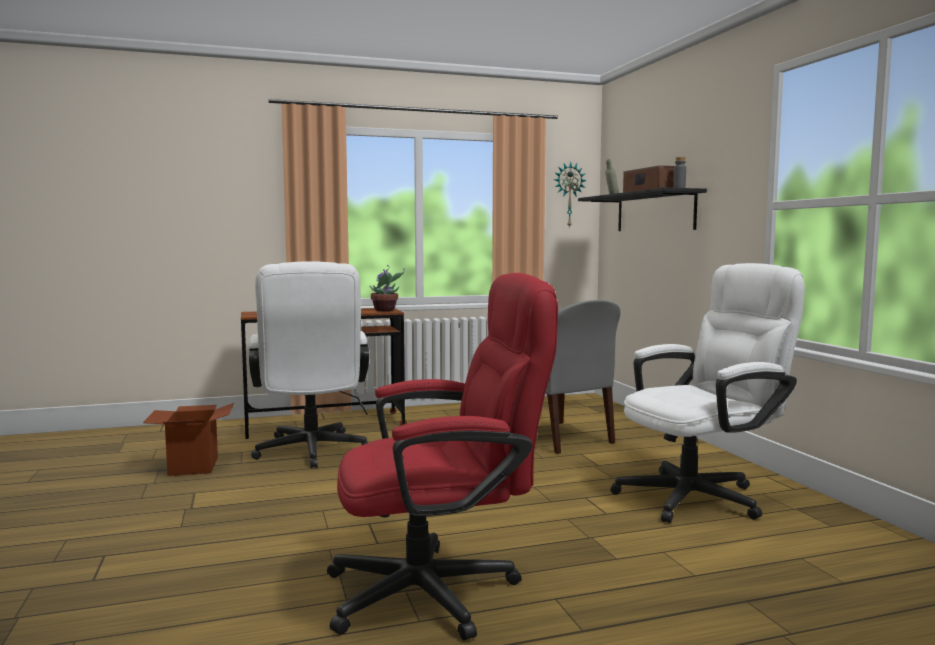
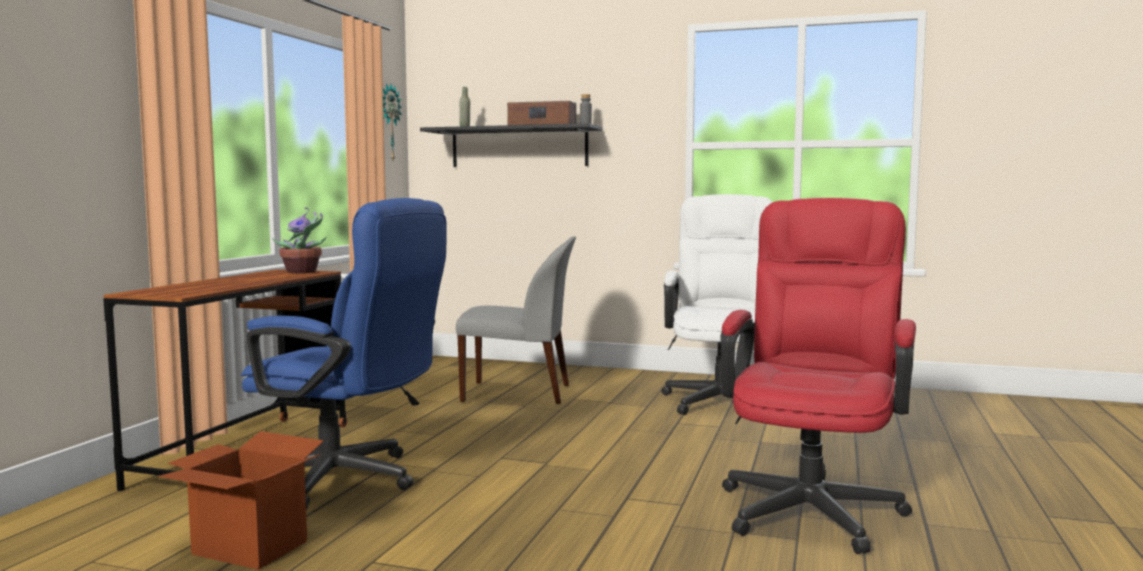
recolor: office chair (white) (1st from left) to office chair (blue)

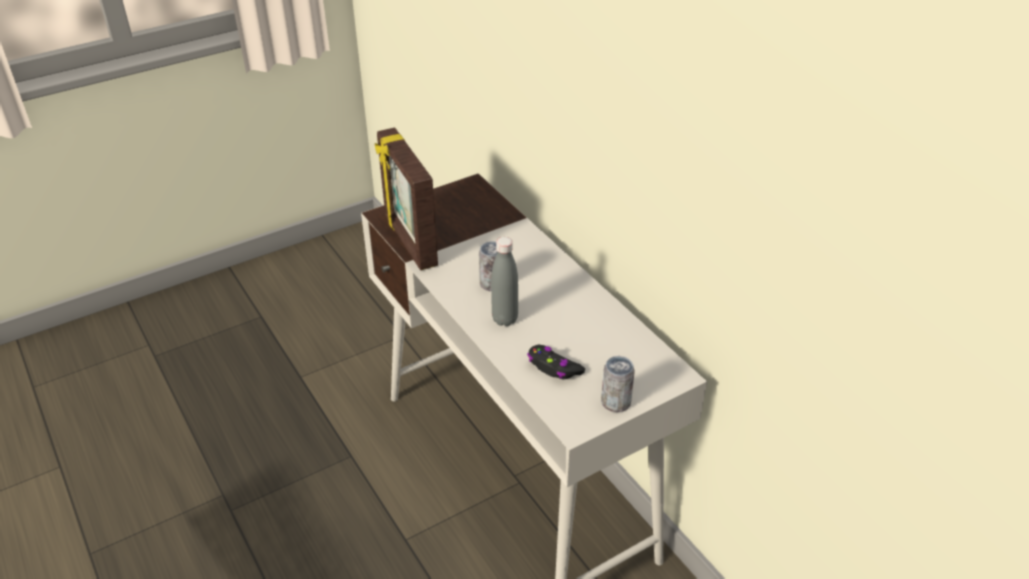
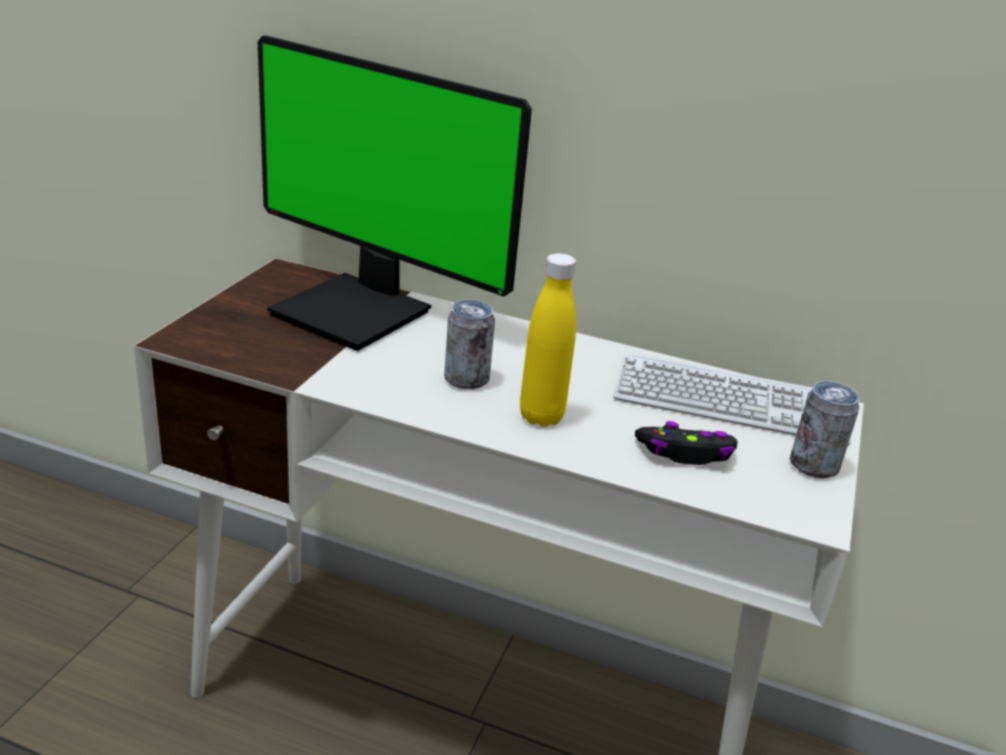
delete: picture frame
insert: monitor; keyboard
recolor: bottle (grey) to bottle (yellow)

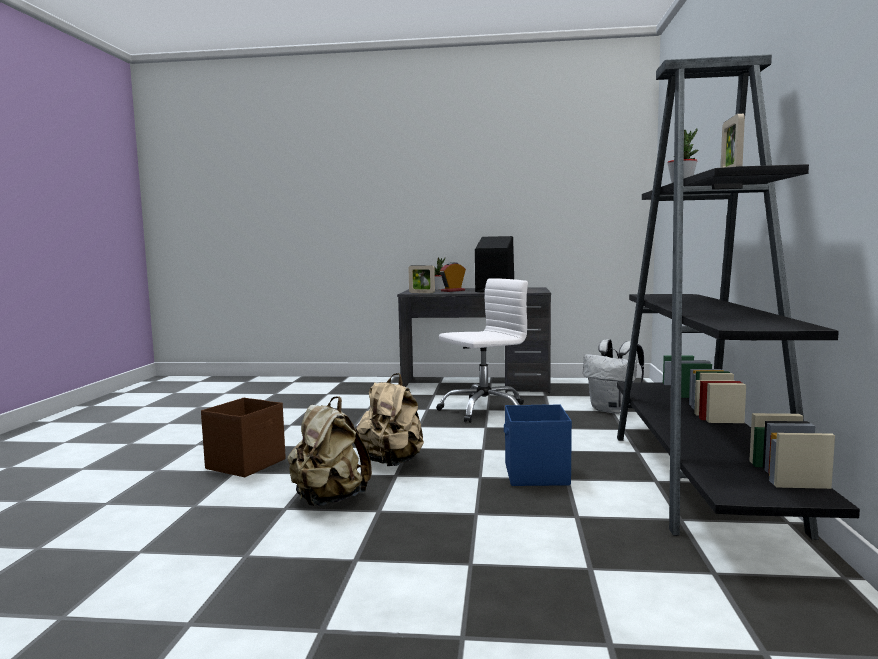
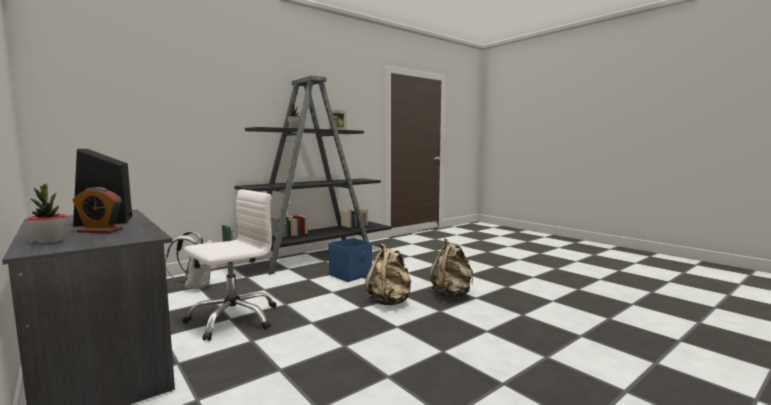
delete: storage box (brown); picture frame (1st from left)
rotate: office chair (white) 120 degrees clockwise

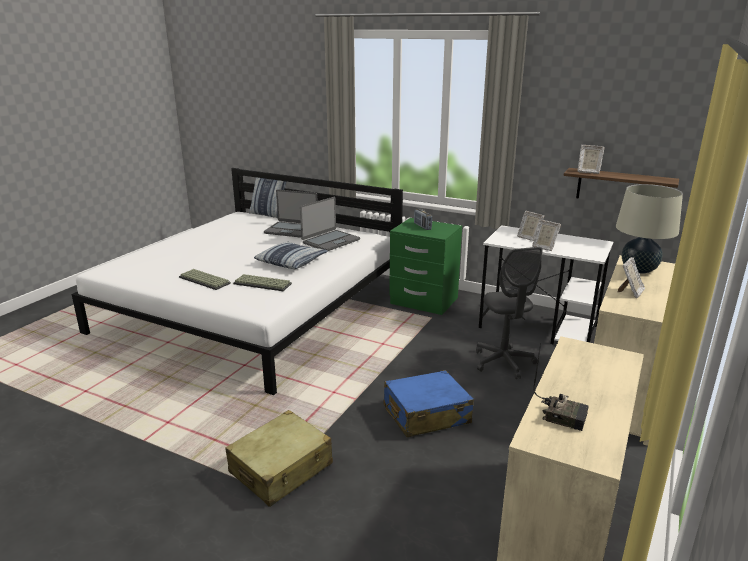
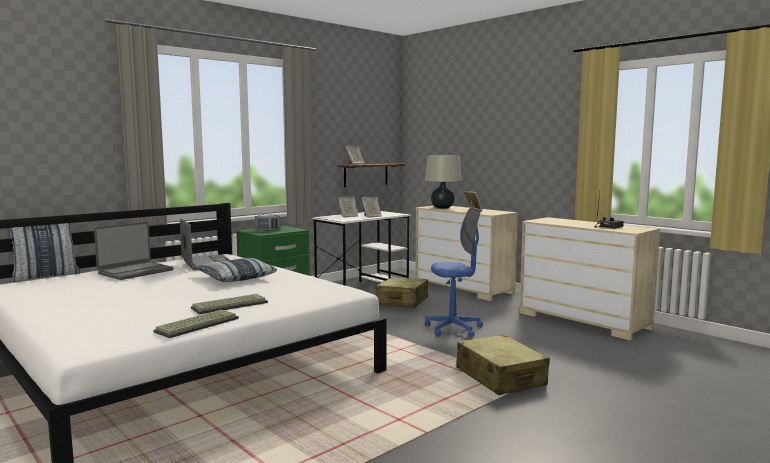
move: keyboard (2nd from left in the first image) to keyboard (1st from left)
replace: suitcase (blue) to office chair (blue); office chair (grey) to suitcase (beige) (1st from left)

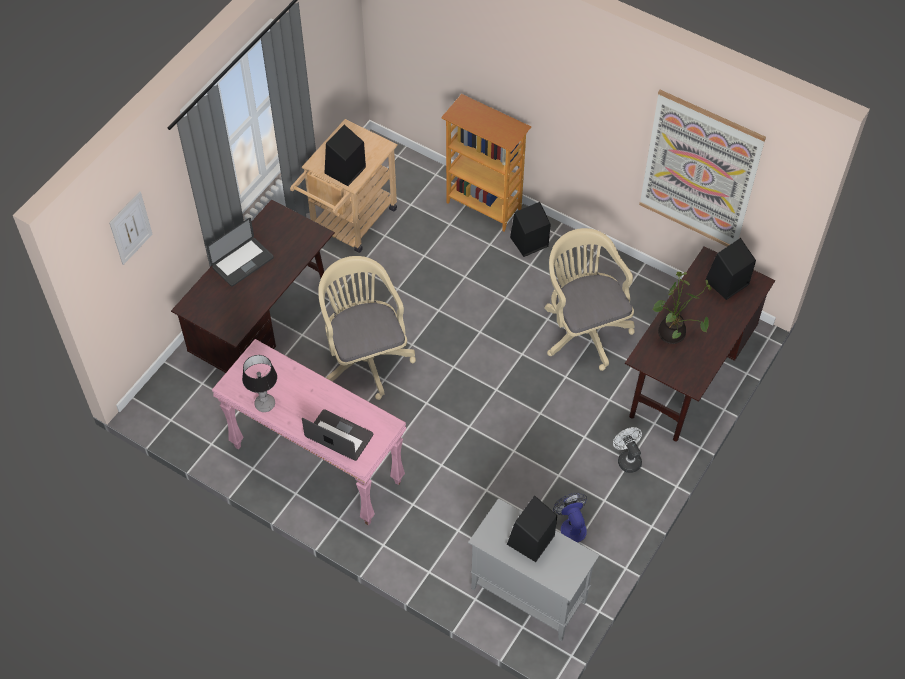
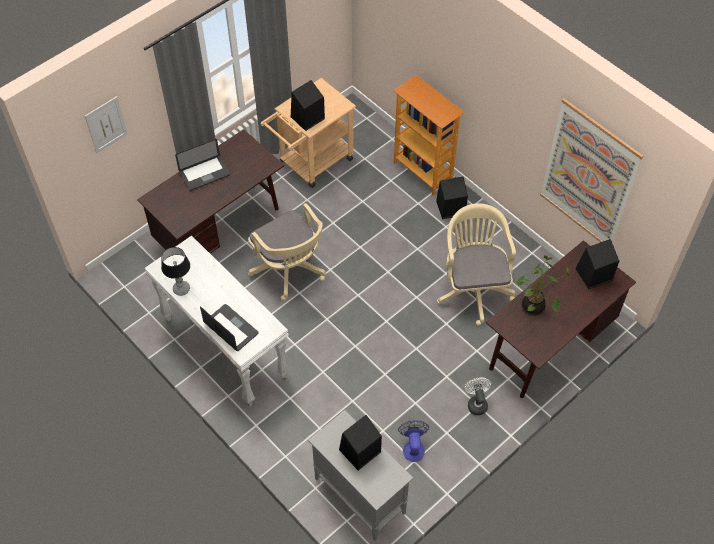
recolor: console table (pink) to console table (white)
rotate: office chair (beige) (1st from left) 150 degrees clockwise

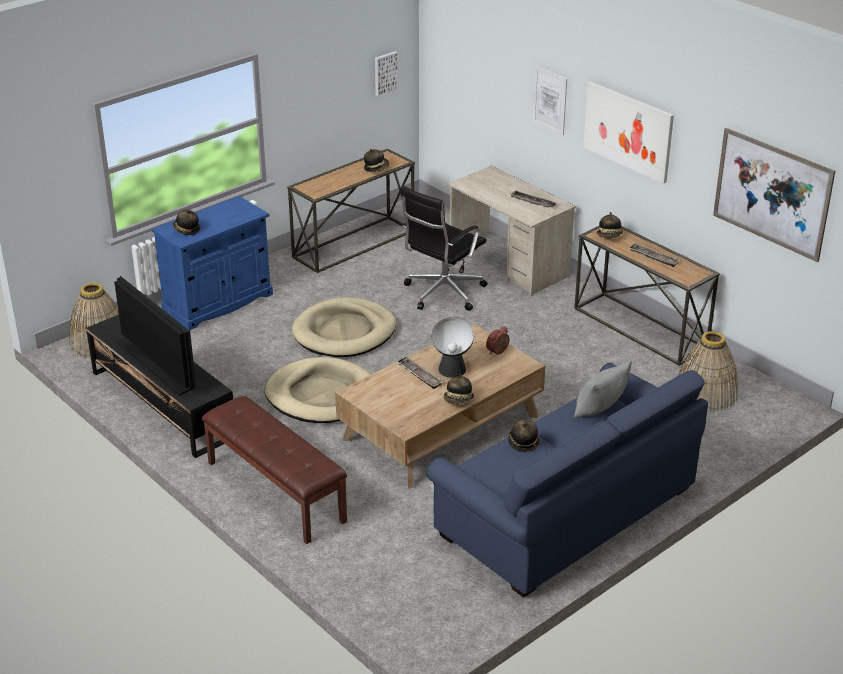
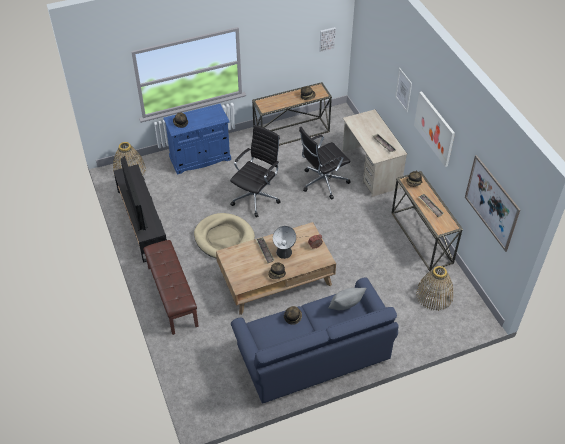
replace: dog bed (beige) (2nd from left) to office chair (black) (1st from left)

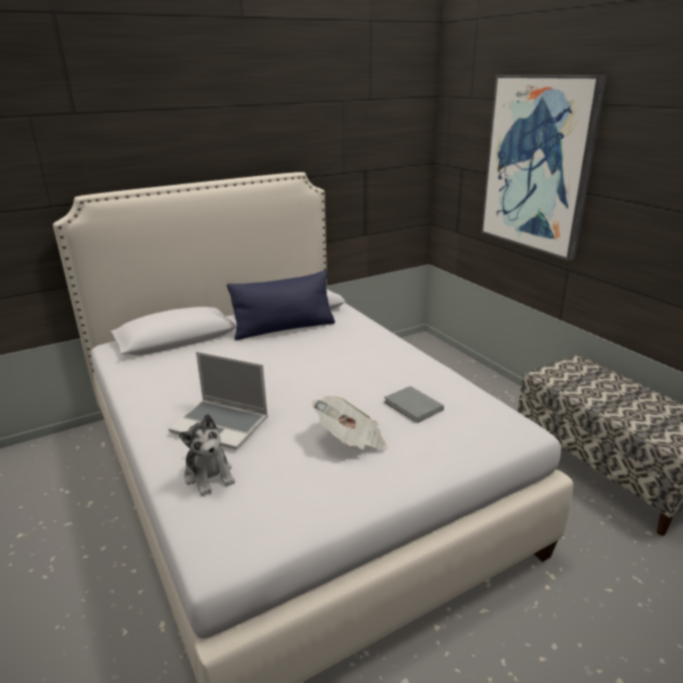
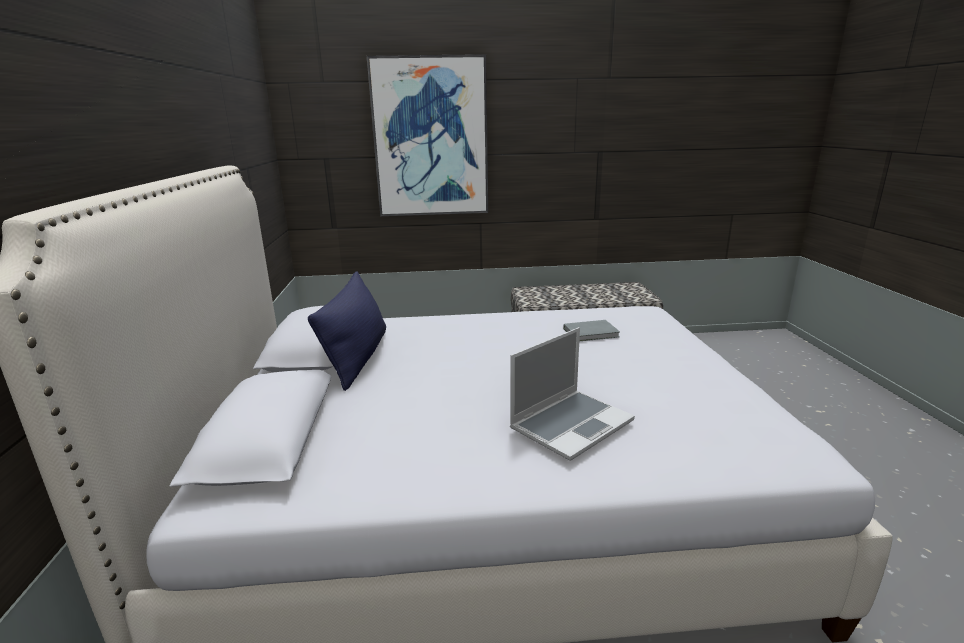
delete: plush toy; newspaper

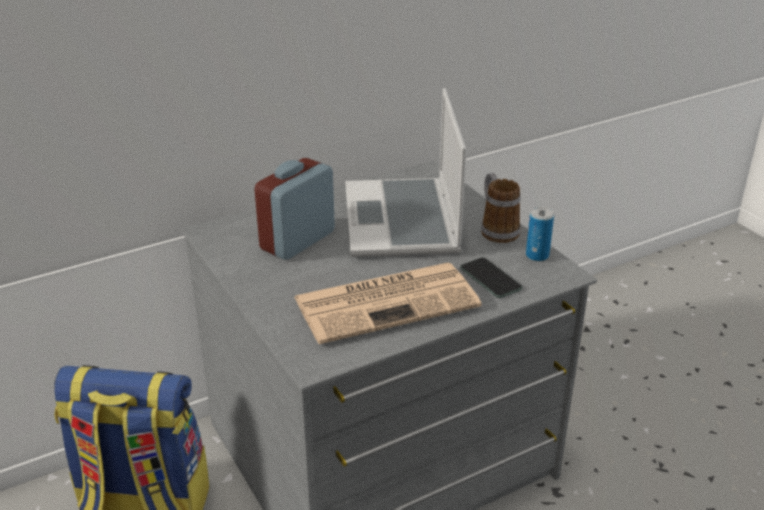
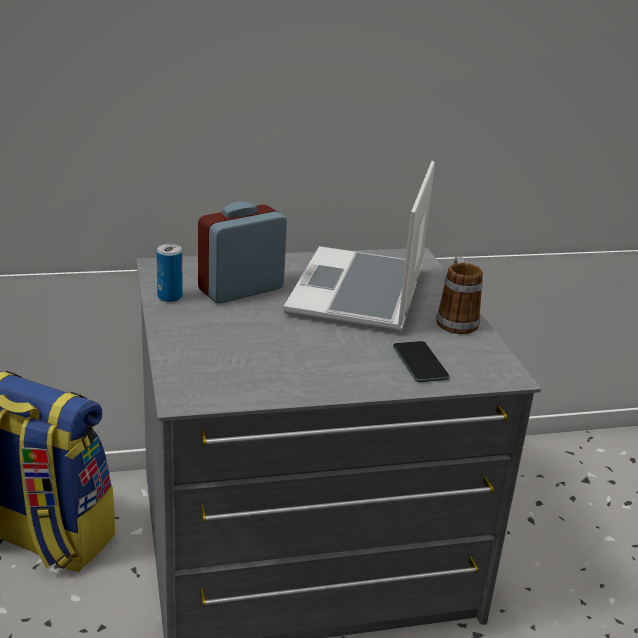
delete: newspaper
move: can

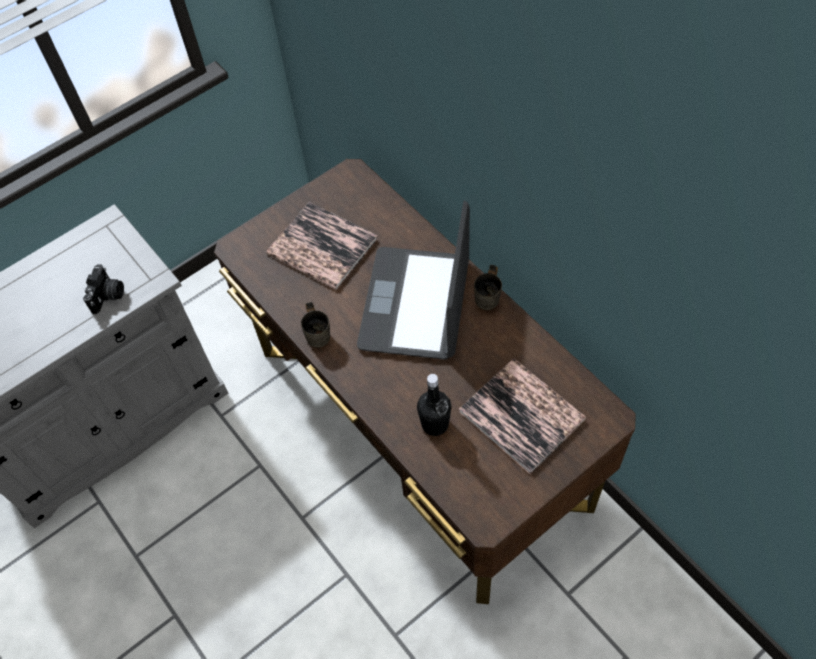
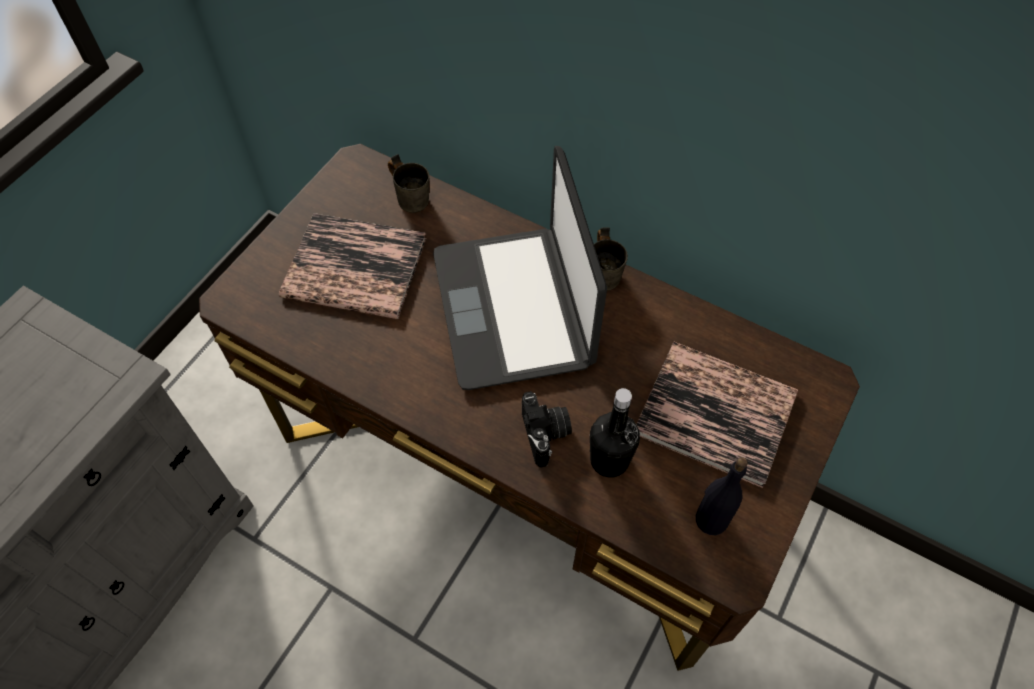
insert: bottle (black) (2nd from left)
move: photo camera; mug (grey) (1st from left)

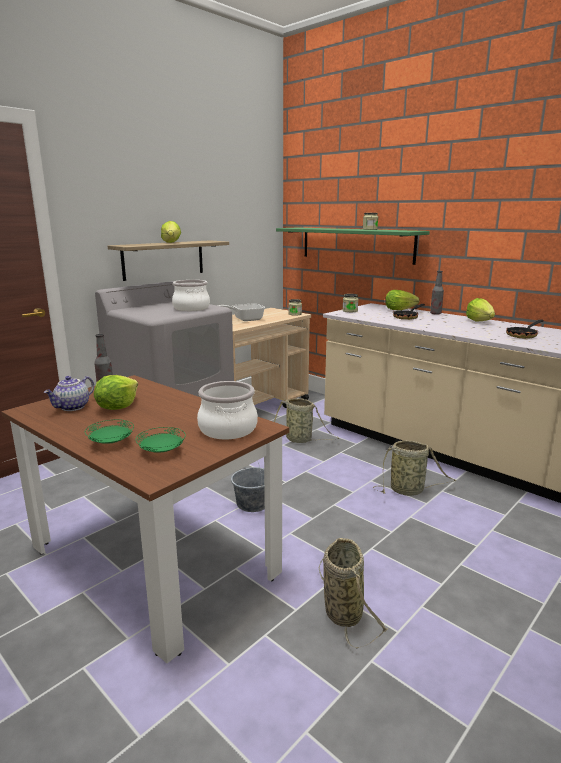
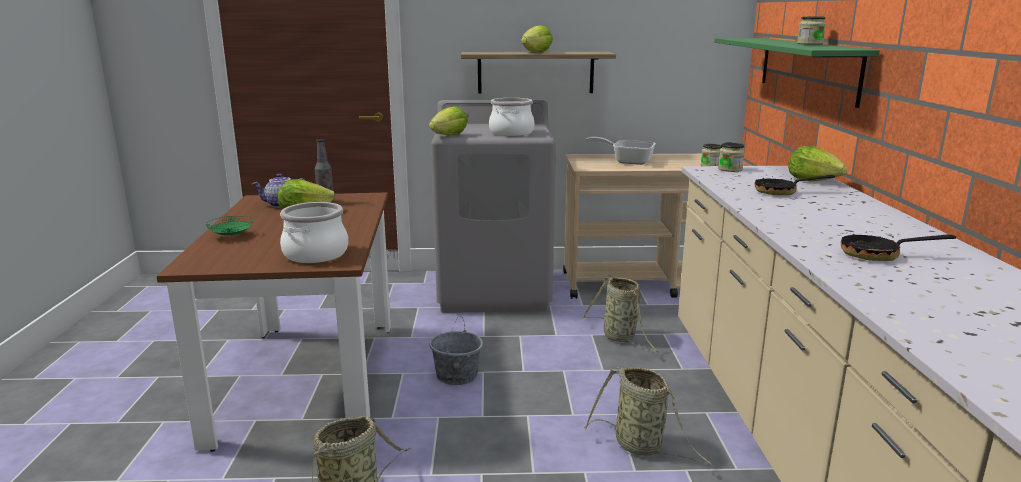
delete: plate (green) (2nd from left); bottle (2nd from left)
move: lettuce (4th from left in the first image) to lettuce (2nd from left)

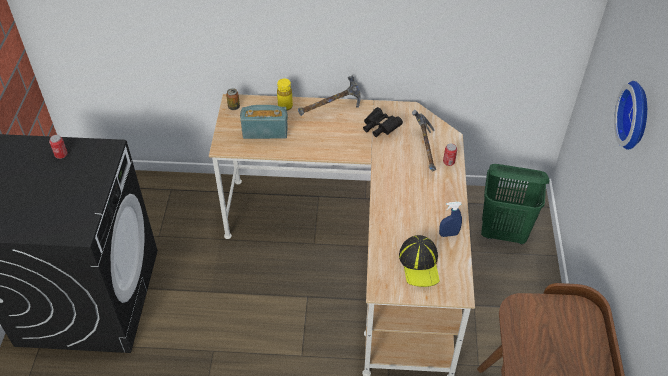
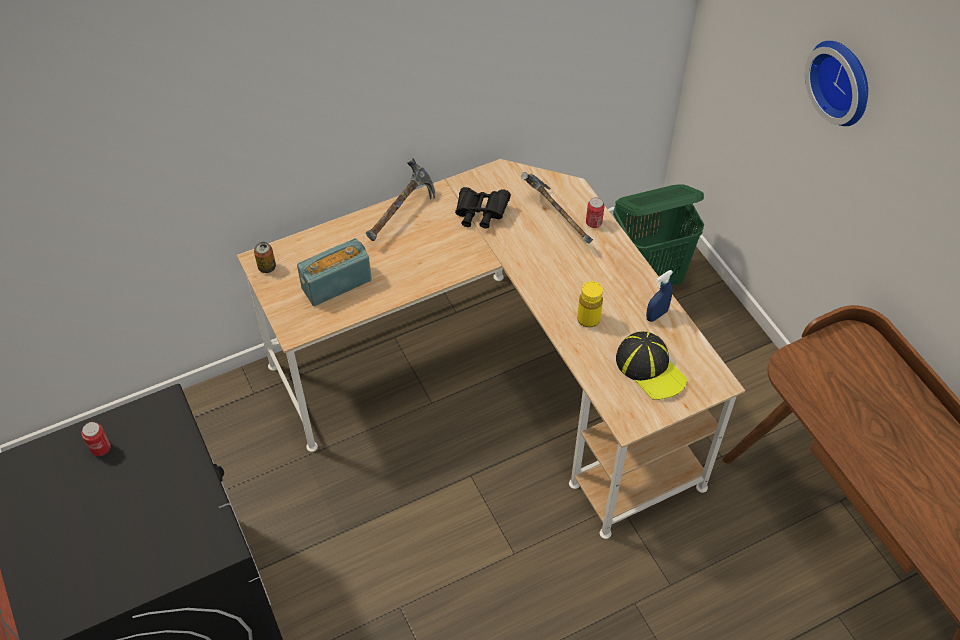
move: bottle (yellow)

